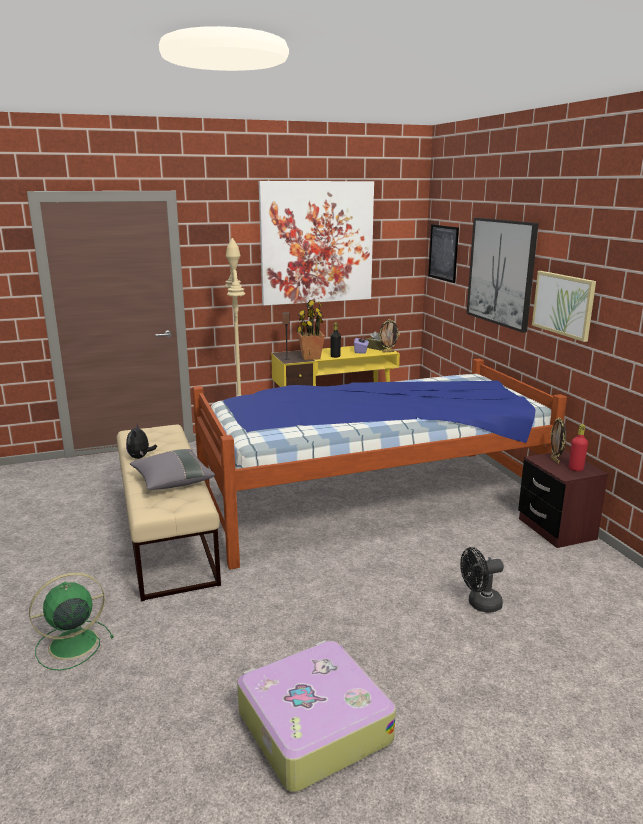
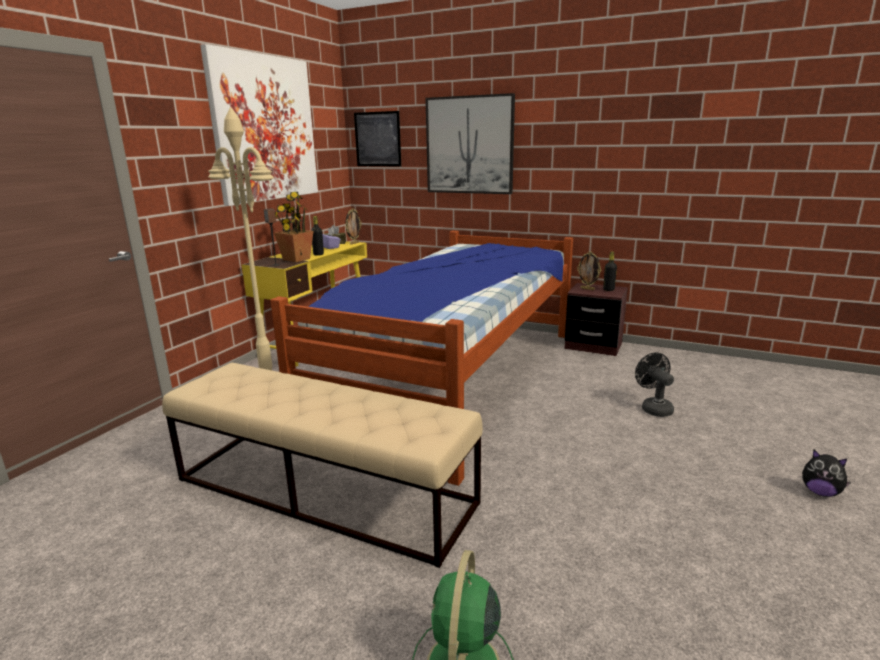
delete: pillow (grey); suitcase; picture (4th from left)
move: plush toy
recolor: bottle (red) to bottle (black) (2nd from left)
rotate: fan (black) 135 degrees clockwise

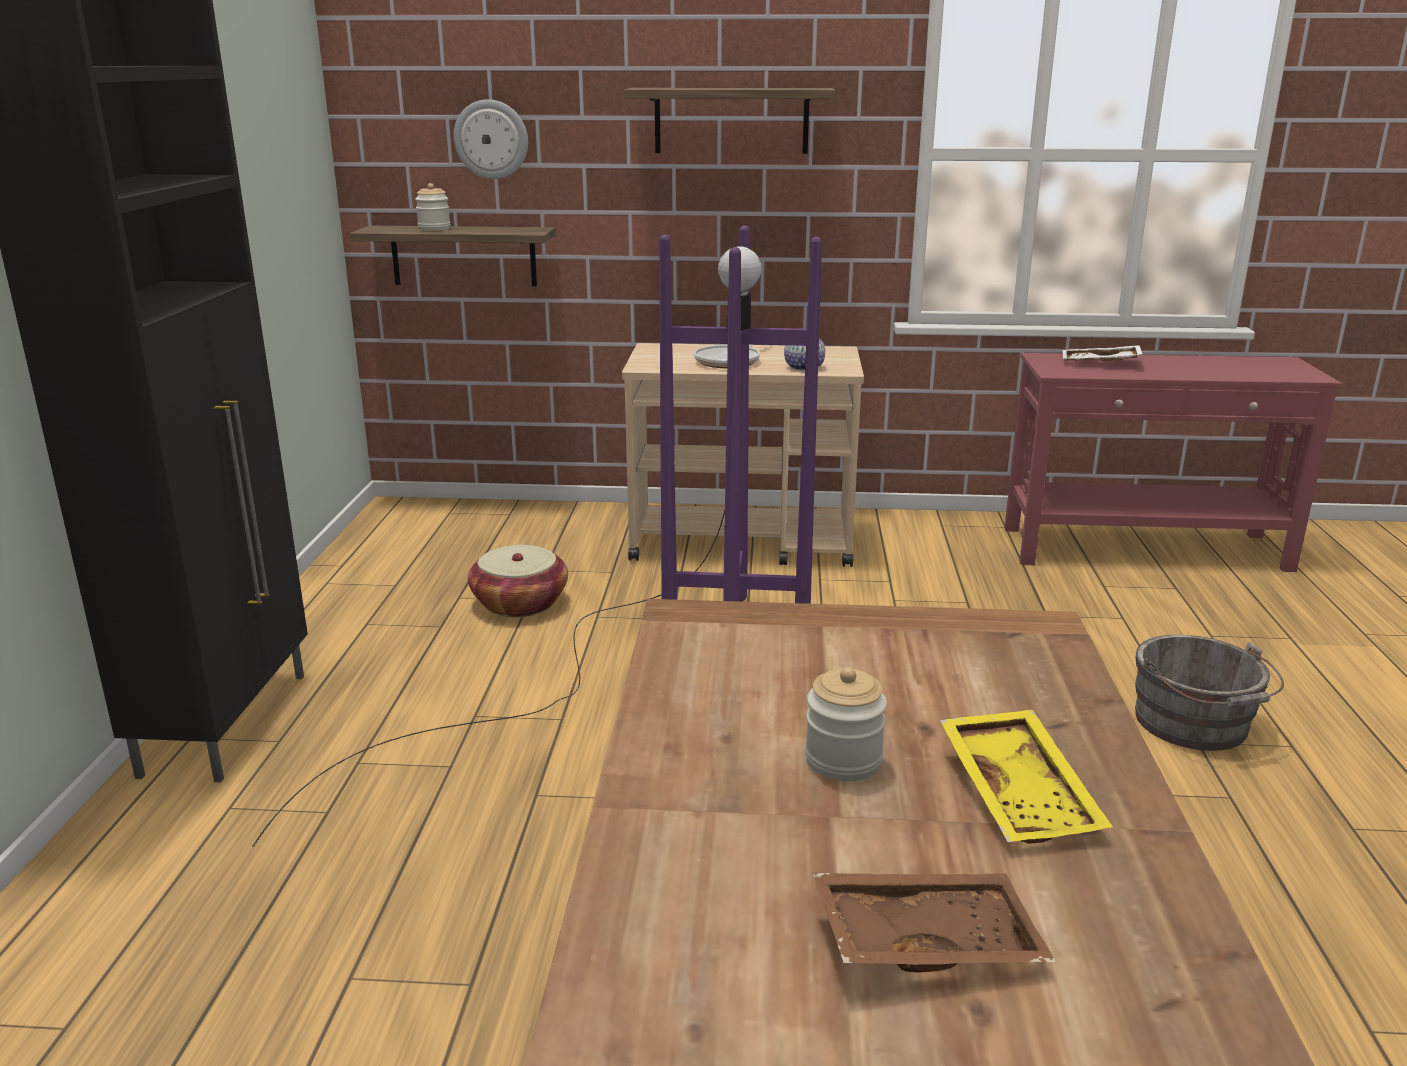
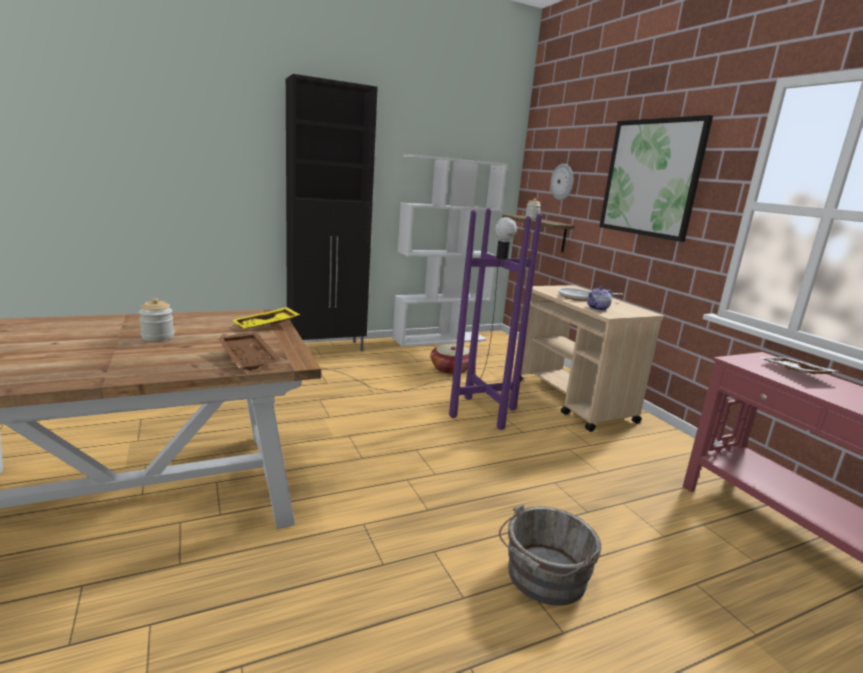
insert: bookcase (white)
move: tray (brown); tray (yellow)
replace: shelf (2nd from left) to picture

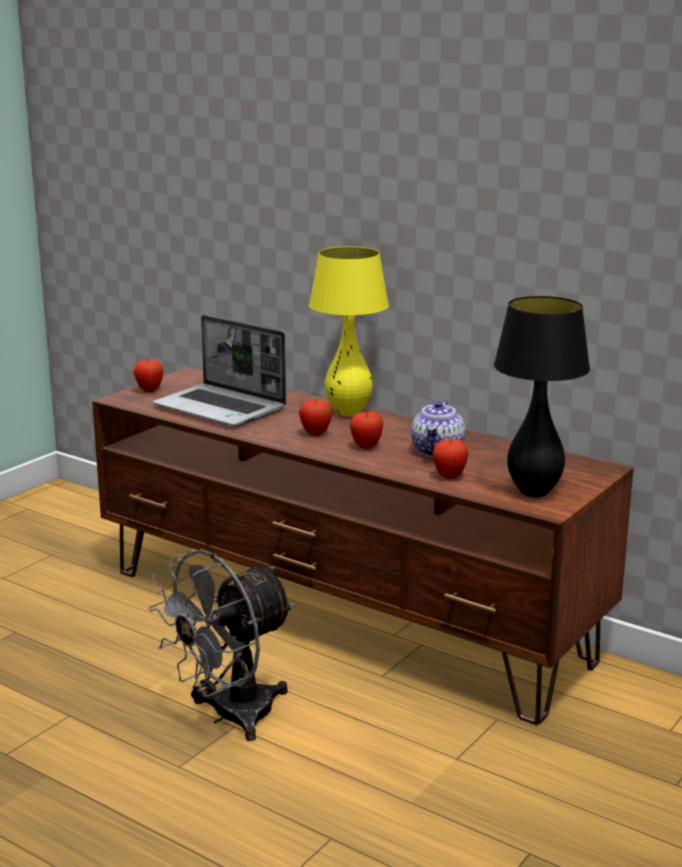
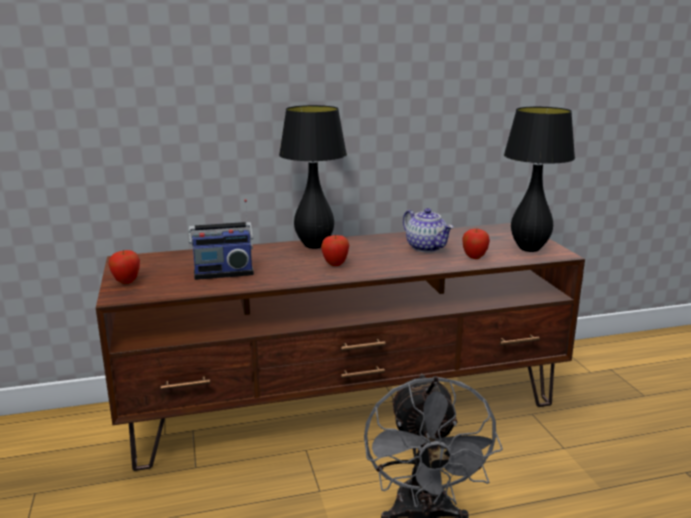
delete: apple (3rd from left)
replace: laptop to radio
recolor: table lamp (yellow) to table lamp (black) (1st from left)

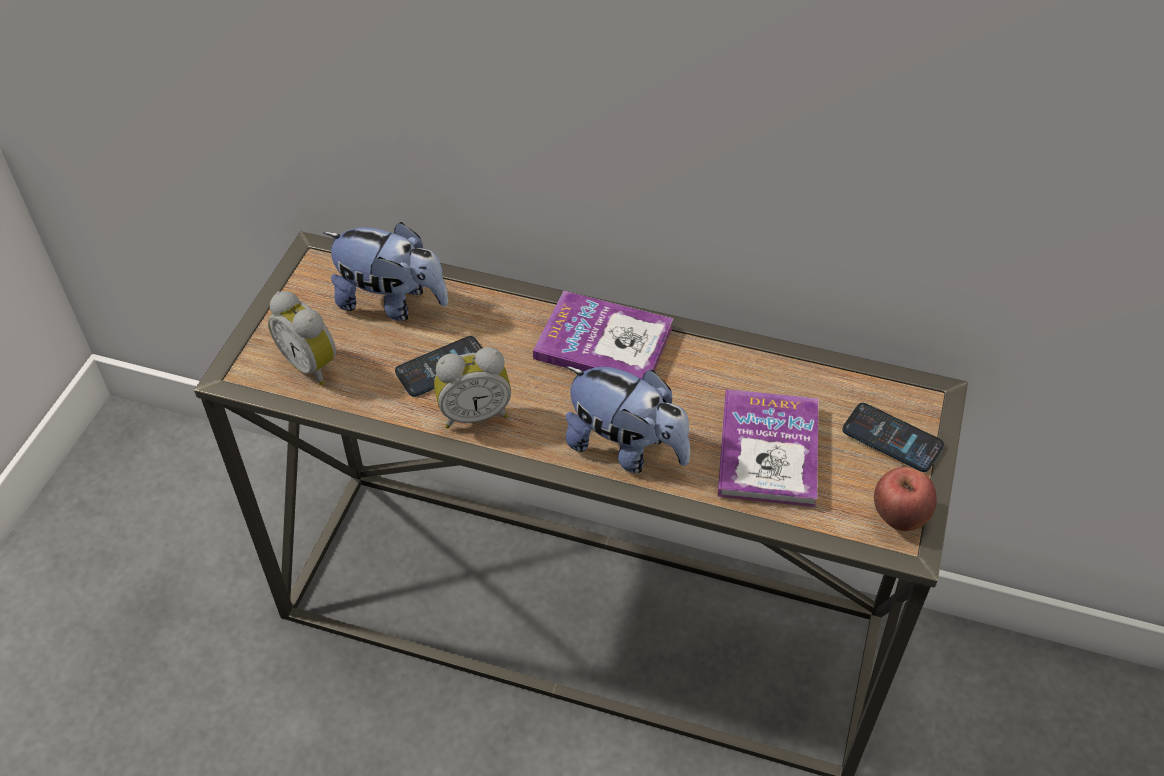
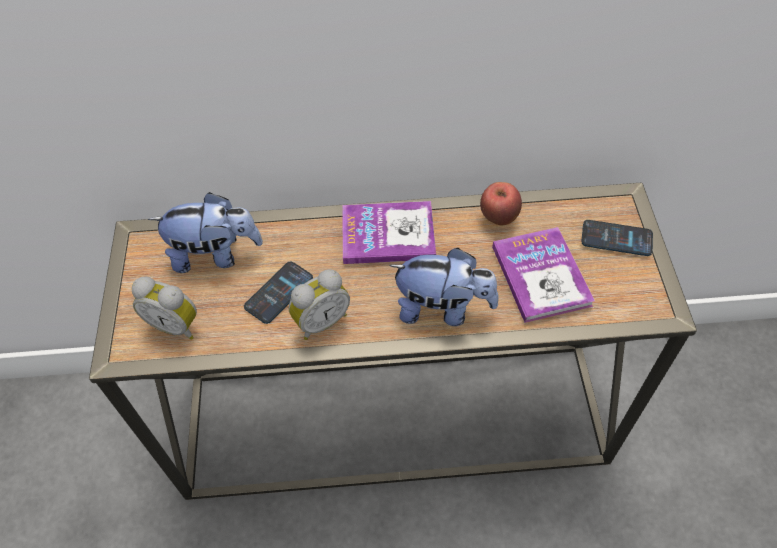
move: apple

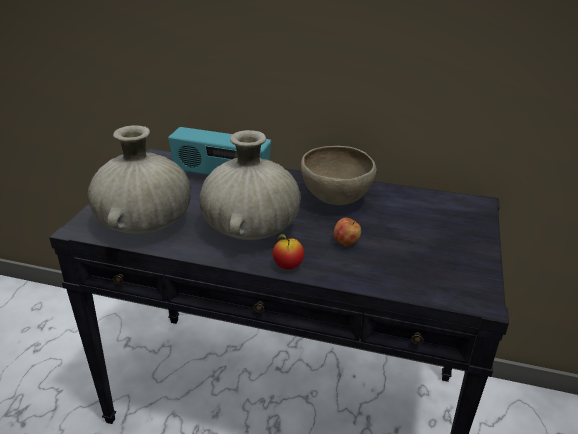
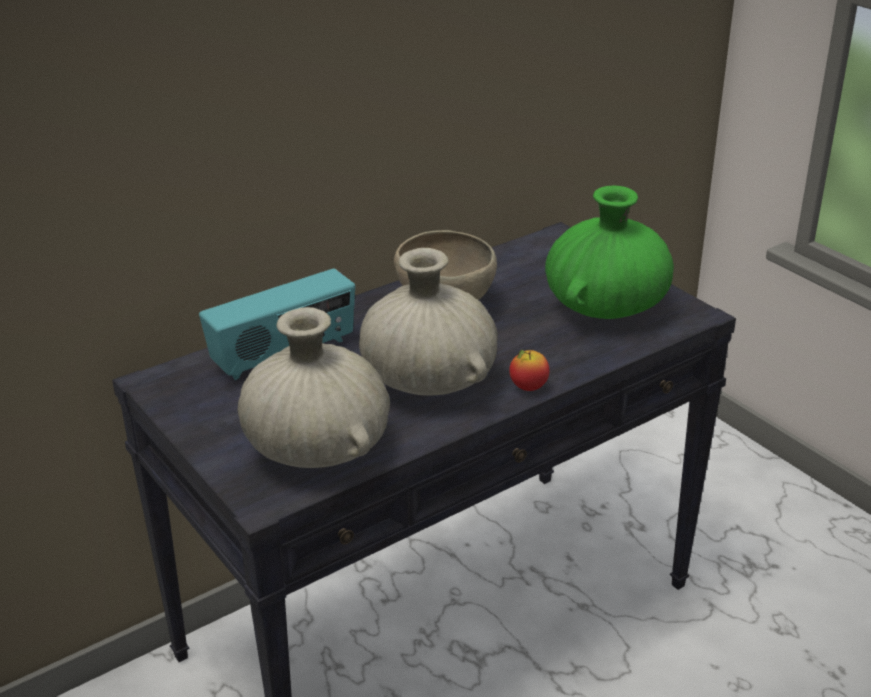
delete: apple (2nd from left)
insert: vase (green)

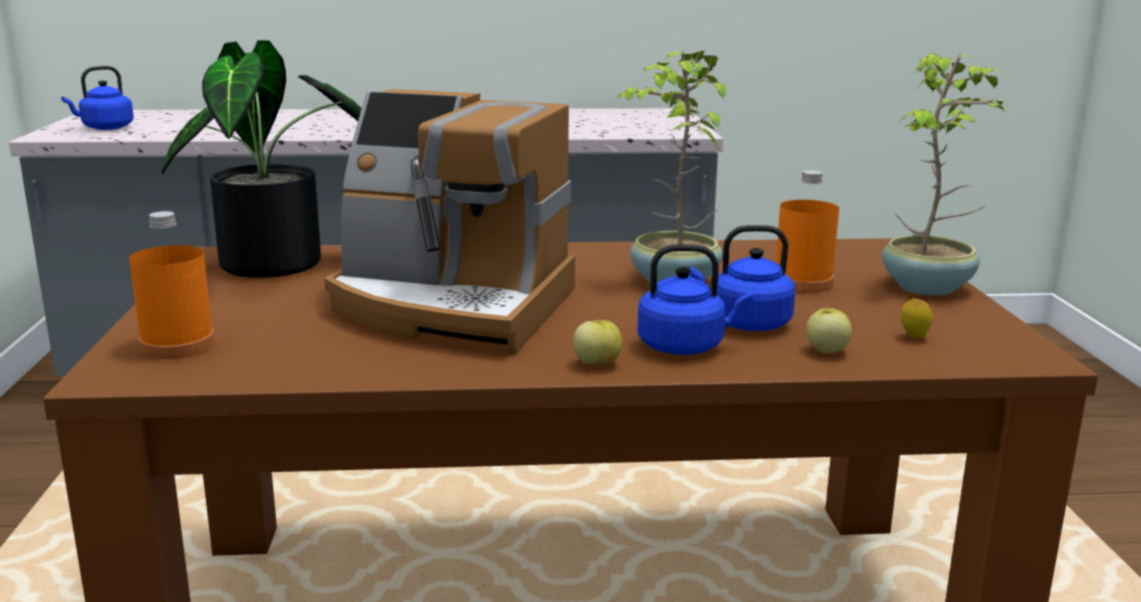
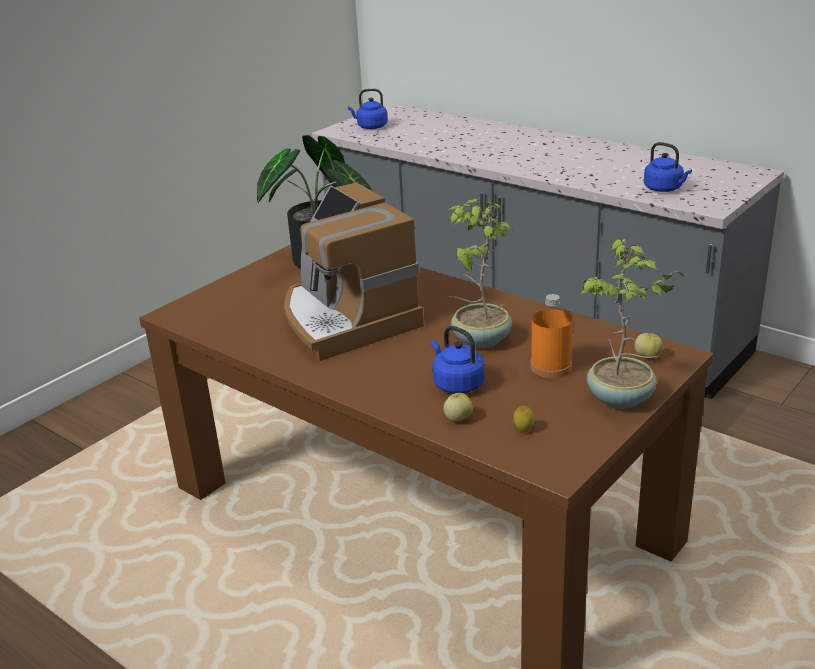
delete: bottle (orange) (1st from left)
move: apple (1st from left in the first image) to apple (2nd from left); kettle (blue) (2nd from left in the first image) to kettle (blue) (3rd from left)

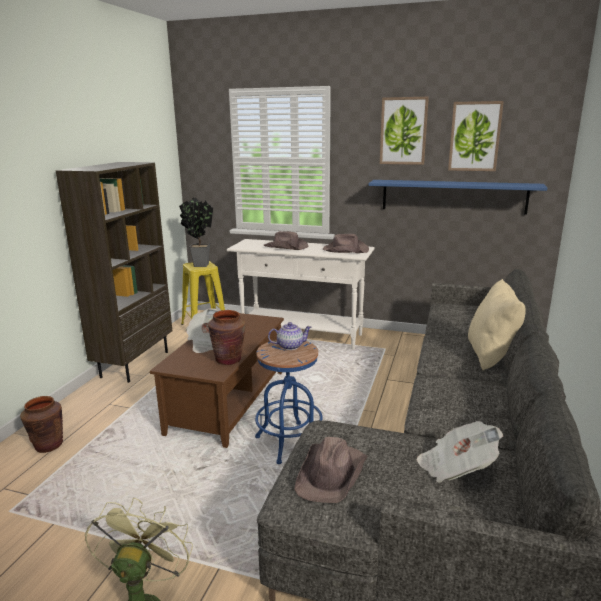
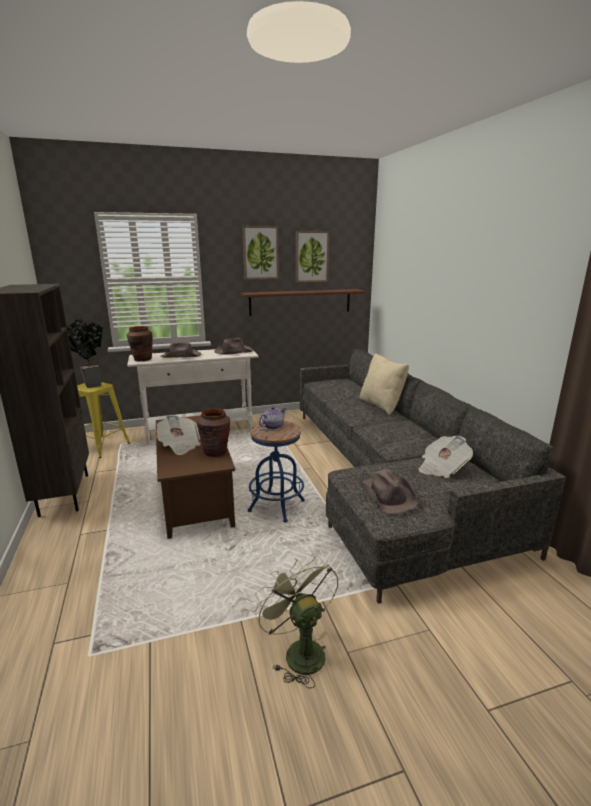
move: vase (brown) (1st from left)
recolor: shelf (blue) to shelf (brown)

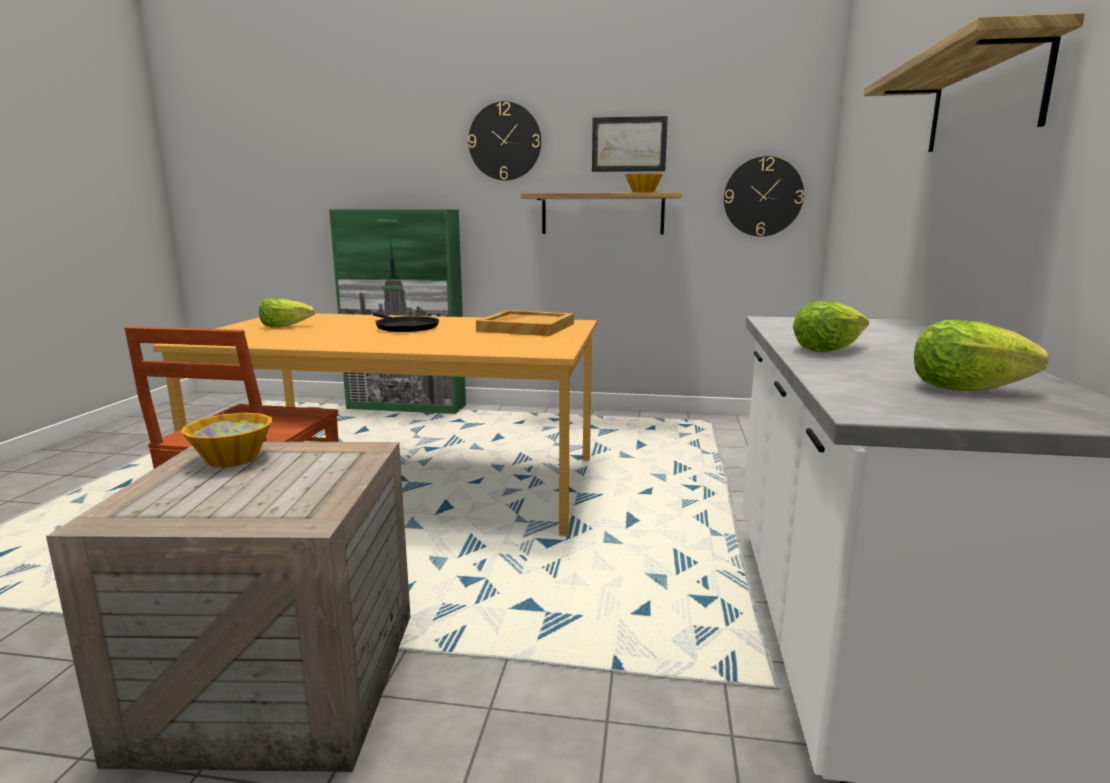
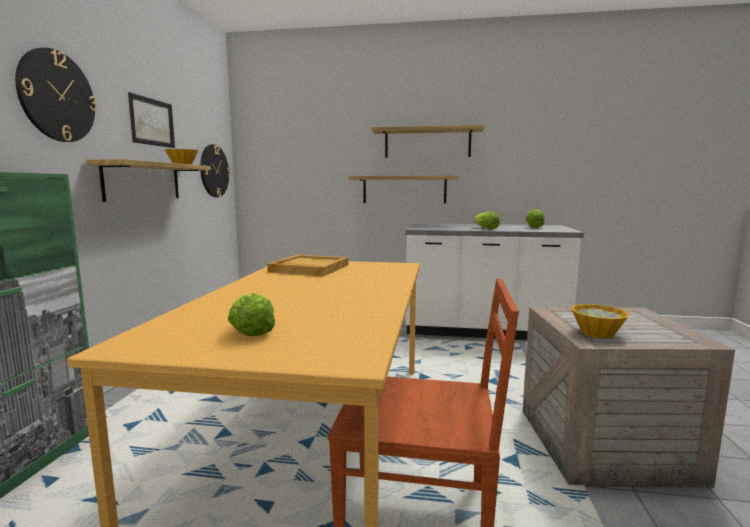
delete: frying pan (black)
insert: shelf (2nd from left)

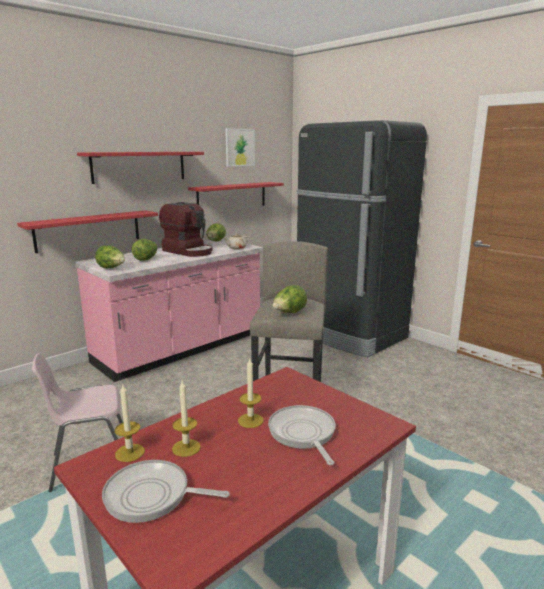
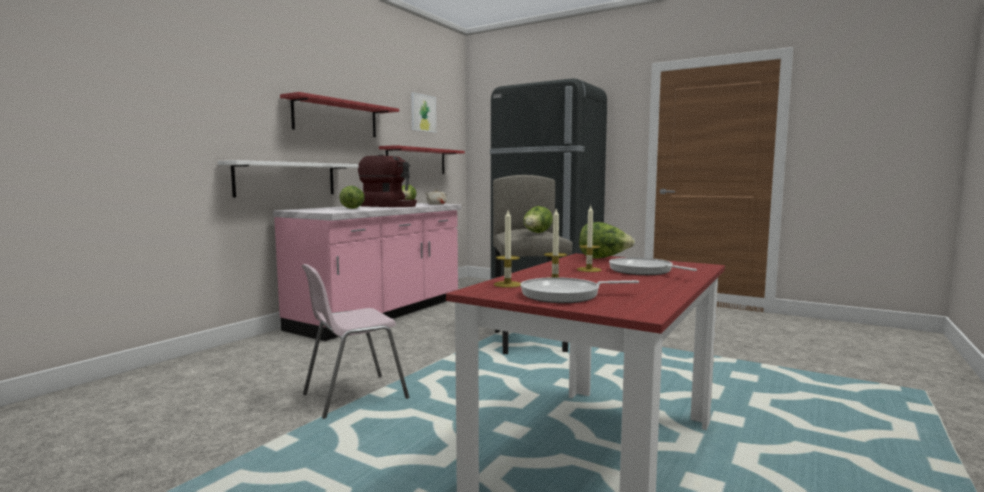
move: lettuce (1st from left in the first image) to lettuce (4th from left)
recolor: shelf (red) (1st from left) to shelf (white)

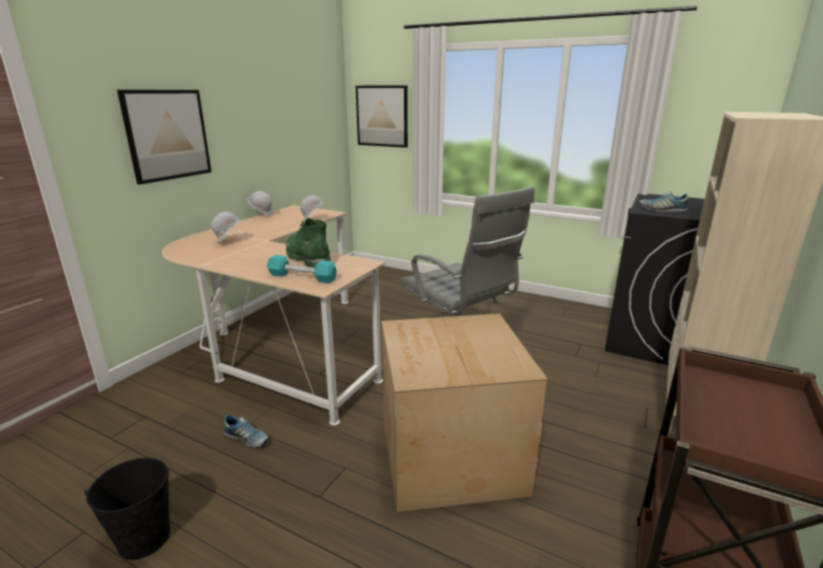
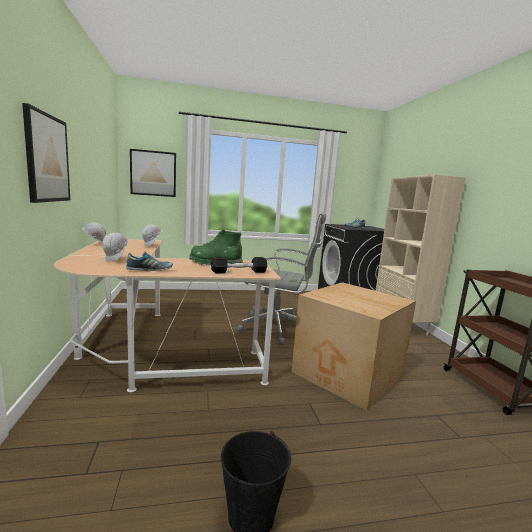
move: shoe (1st from left)
recolor: dumbbell (turquoise) to dumbbell (black)

